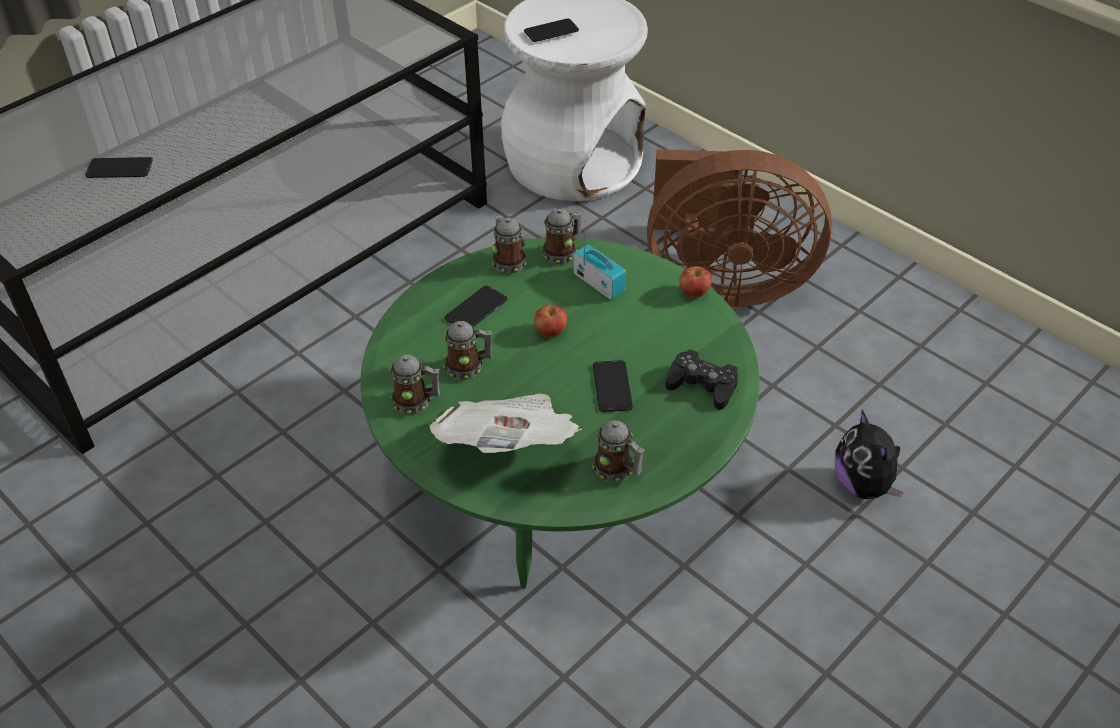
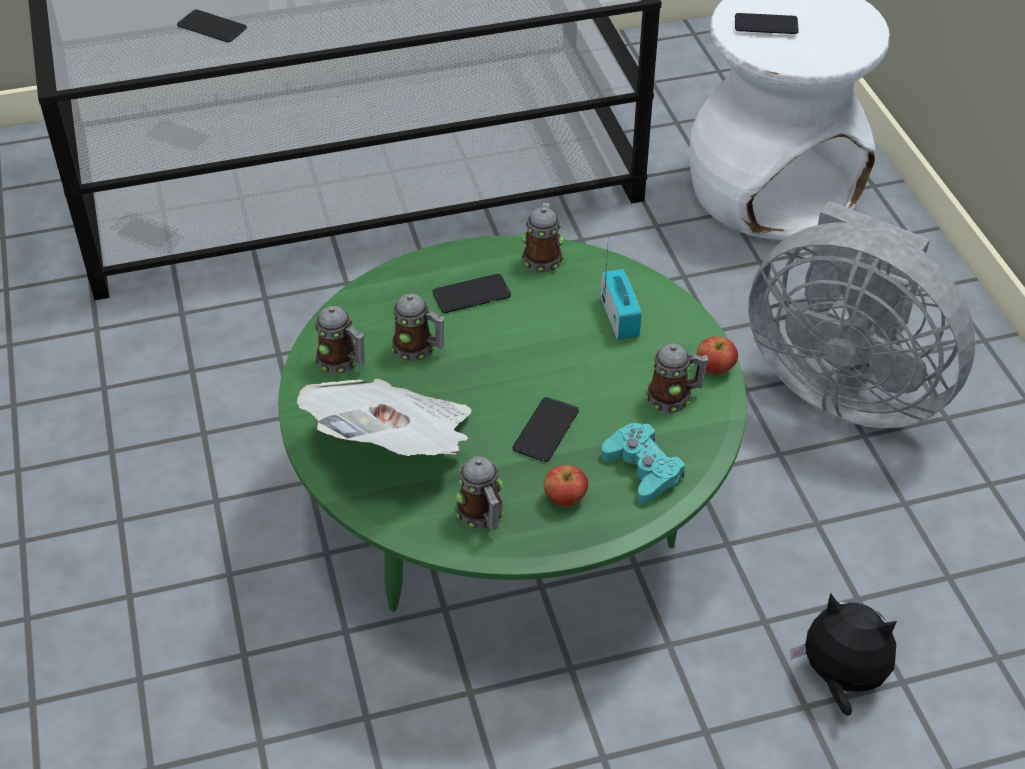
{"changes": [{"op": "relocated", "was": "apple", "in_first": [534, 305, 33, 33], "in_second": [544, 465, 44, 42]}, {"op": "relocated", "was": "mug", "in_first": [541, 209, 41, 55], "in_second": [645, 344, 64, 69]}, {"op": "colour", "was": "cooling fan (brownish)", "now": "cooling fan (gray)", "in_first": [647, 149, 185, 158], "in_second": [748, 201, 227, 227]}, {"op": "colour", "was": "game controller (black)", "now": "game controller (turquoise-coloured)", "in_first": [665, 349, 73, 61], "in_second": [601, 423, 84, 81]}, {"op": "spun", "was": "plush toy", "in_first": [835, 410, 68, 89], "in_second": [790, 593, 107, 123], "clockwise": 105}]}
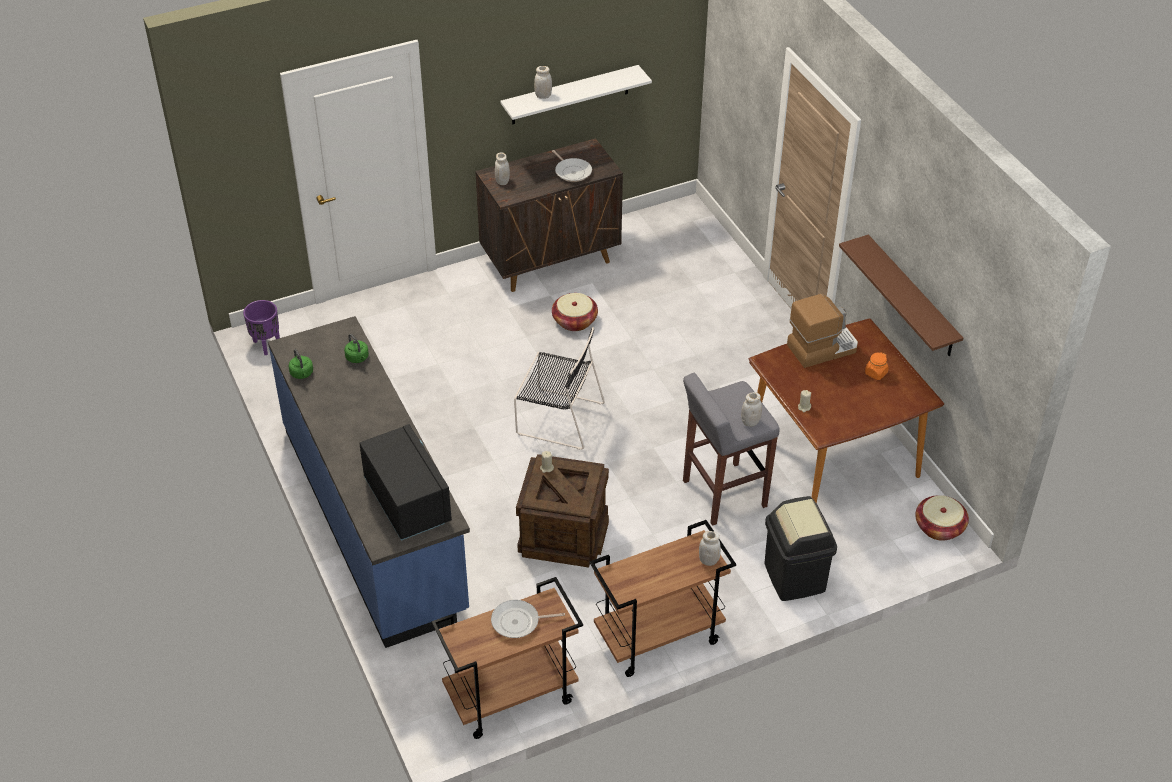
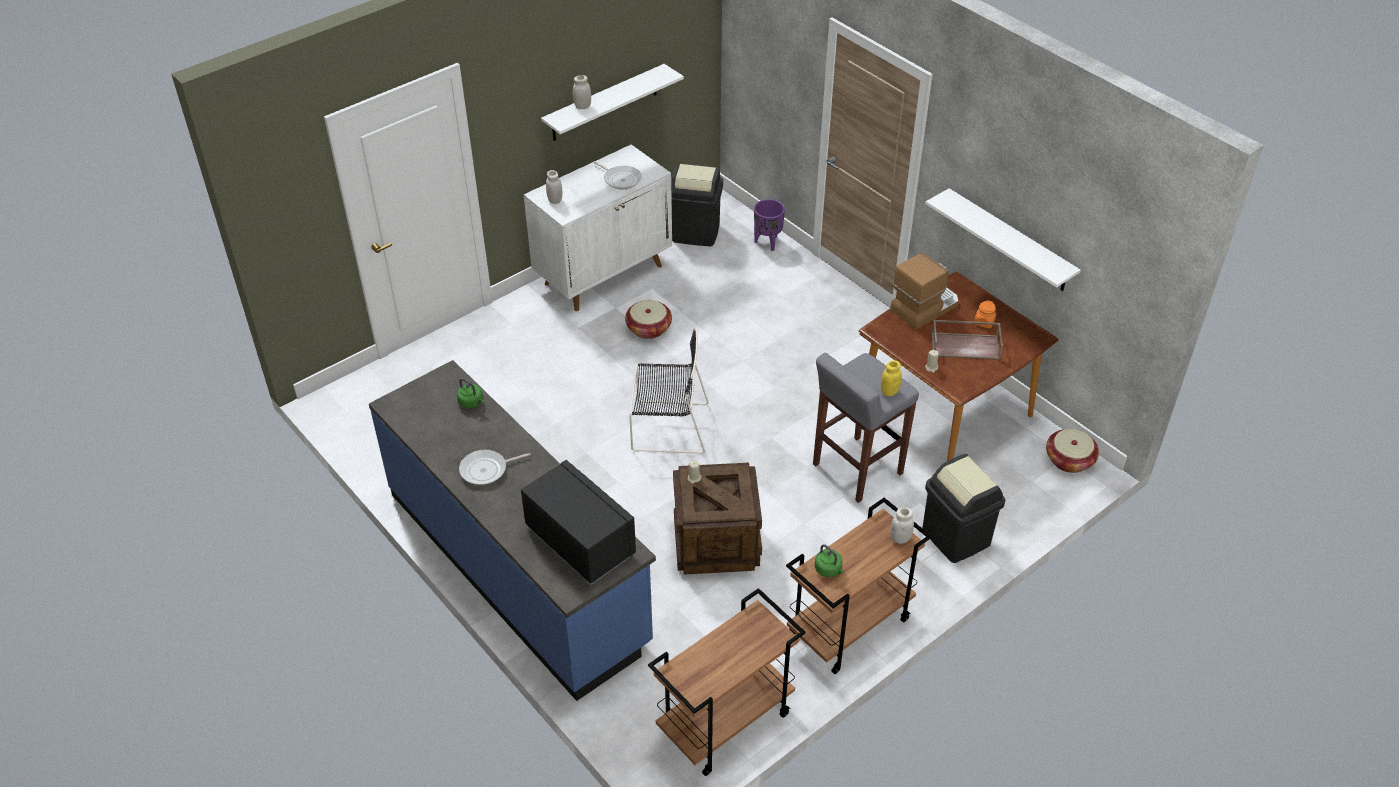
{"changes": [{"op": "appeared", "now": "rubbish bin (black)", "in_second": [671, 164, 52, 82]}, {"op": "appeared", "now": "tray (brownish)", "in_second": [931, 320, 72, 40]}, {"op": "relocated", "was": "flower pot (purple)", "in_first": [243, 300, 37, 55], "in_second": [754, 199, 31, 52]}, {"op": "relocated", "was": "tea kettle (green-coloured)", "in_first": [288, 349, 25, 30], "in_second": [815, 544, 29, 33]}, {"op": "relocated", "was": "frying pan", "in_first": [491, 600, 74, 38], "in_second": [459, 450, 72, 35]}, {"op": "colour", "was": "cabinet (brownish)", "now": "cabinet (white)", "in_first": [475, 138, 148, 154], "in_second": [524, 144, 148, 167]}, {"op": "colour", "was": "jar (white)", "now": "jar (yellowish)", "in_first": [741, 392, 21, 35], "in_second": [881, 360, 21, 36]}, {"op": "colour", "was": "wall shelf (brownish)", "now": "wall shelf (white)", "in_first": [839, 235, 124, 121], "in_second": [926, 188, 155, 103]}]}
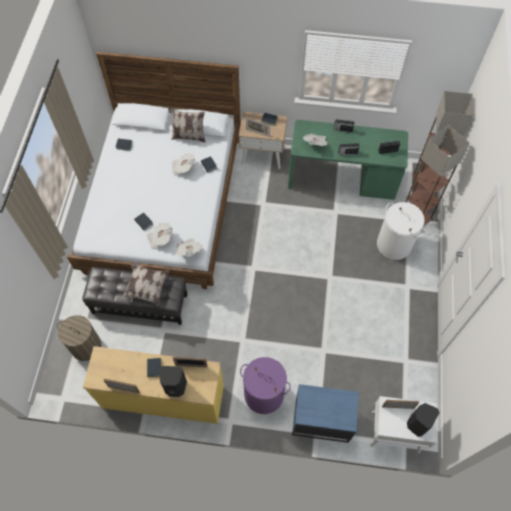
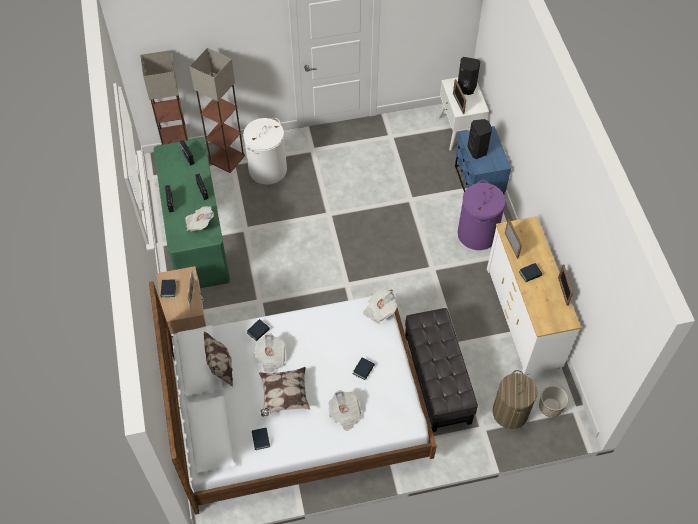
{"changes": [{"op": "appeared", "now": "flower pot", "in_second": [539, 386, 29, 31]}, {"op": "relocated", "was": "throw pillow", "in_first": [122, 262, 47, 43], "in_second": [259, 367, 51, 50]}, {"op": "relocated", "was": "printed paper", "in_first": [147, 222, 26, 26], "in_second": [328, 390, 34, 41]}, {"op": "relocated", "was": "loudspeaker (black)", "in_first": [159, 366, 28, 31], "in_second": [467, 119, 25, 40]}, {"op": "colour", "was": "chest of drawers (yellowish)", "now": "chest of drawers (white)", "in_first": [83, 346, 141, 78], "in_second": [487, 216, 94, 159]}]}
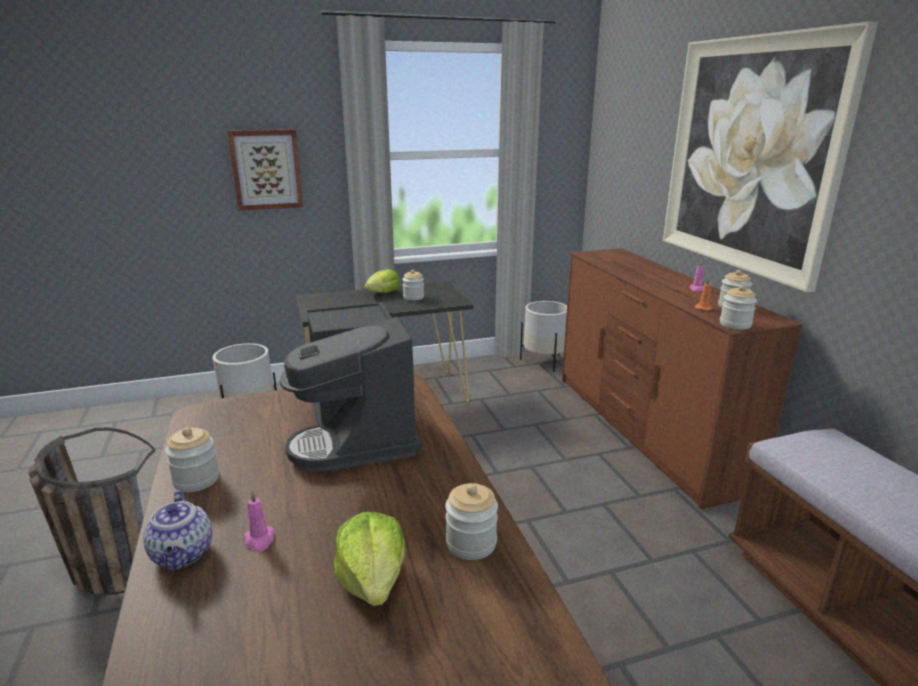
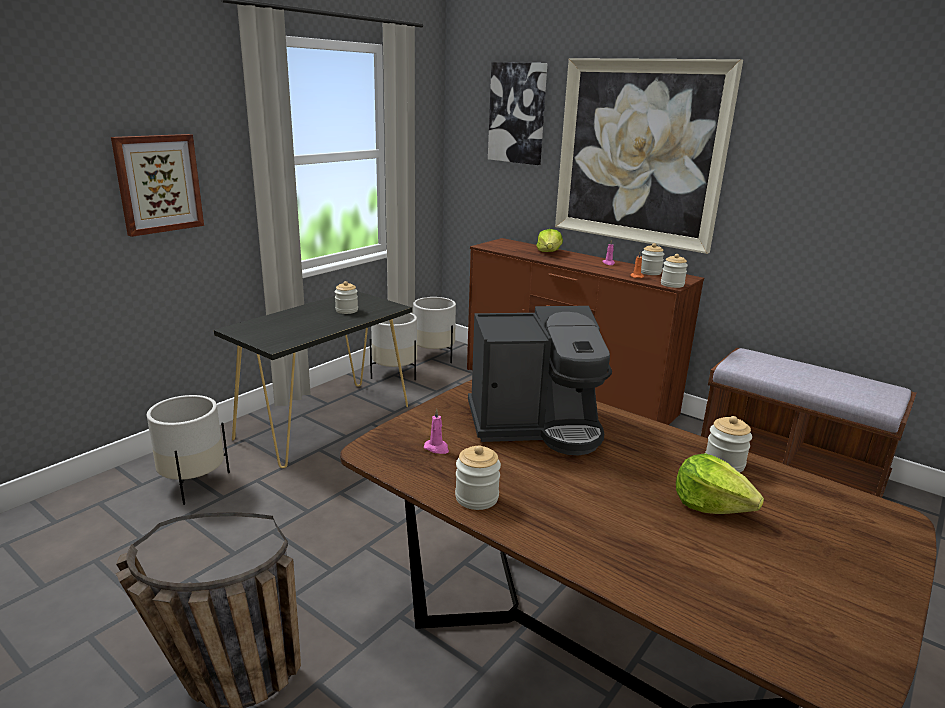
{"changes": [{"op": "missing", "was": "pot for tea", "in_first": [143, 490, 69, 80]}, {"op": "appeared", "now": "flower pot (white)", "in_second": [370, 313, 47, 68]}, {"op": "appeared", "now": "picture", "in_second": [488, 62, 60, 103]}, {"op": "relocated", "was": "wax candle (pink-coloured)", "in_first": [244, 491, 30, 61], "in_second": [424, 409, 25, 45]}, {"op": "relocated", "was": "lettuce head", "in_first": [365, 269, 35, 24], "in_second": [536, 229, 27, 23]}, {"op": "spun", "was": "coffee brewer", "in_first": [280, 302, 142, 170], "in_second": [468, 306, 144, 149], "clockwise": -45}]}
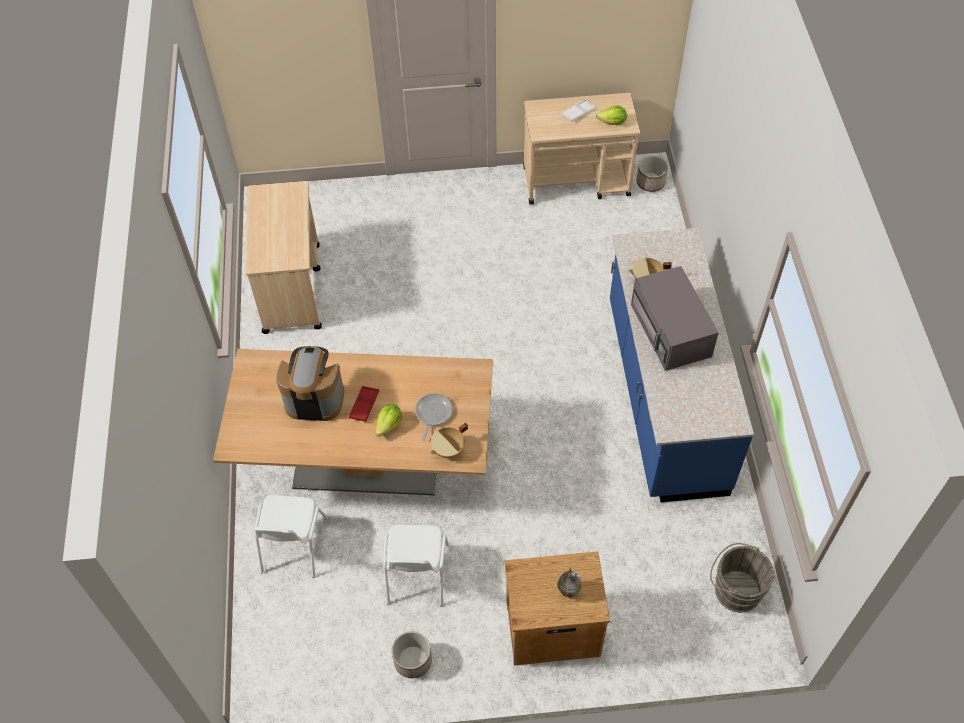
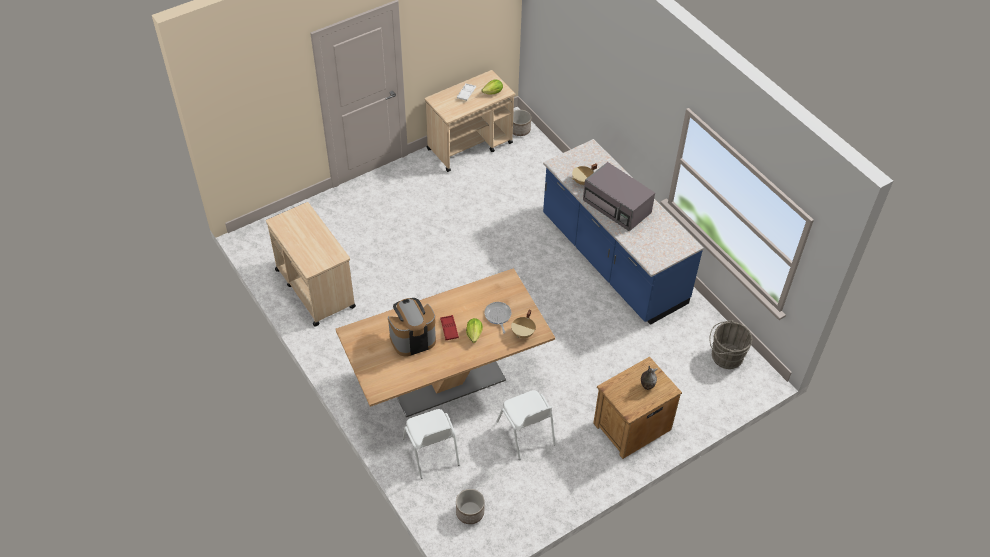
{"changes": [{"op": "relocated", "was": "flower pot", "in_first": [392, 631, 40, 47], "in_second": [456, 489, 29, 35]}]}
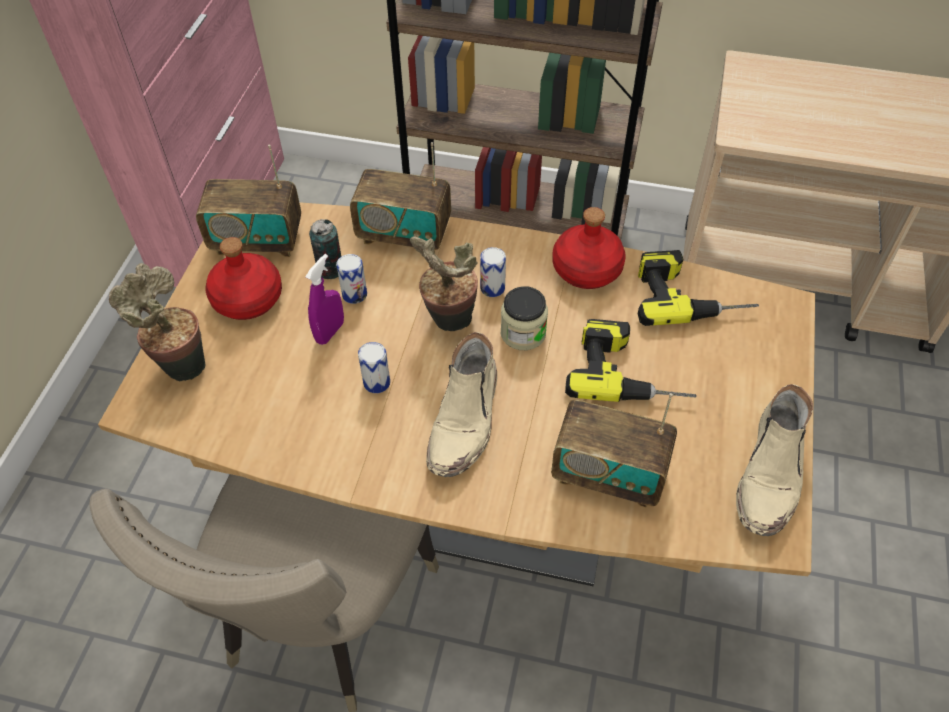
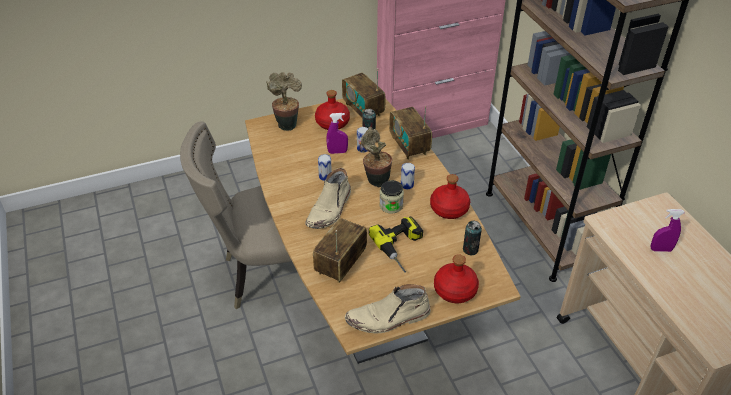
{"changes": [{"op": "appeared", "now": "bottle (reddish)", "in_second": [434, 254, 45, 49]}, {"op": "appeared", "now": "spray bottle (purple)", "in_second": [651, 209, 34, 43]}, {"op": "exchanged", "was": "power drill", "now": "sealed can", "in_first": [638, 250, 121, 76], "in_second": [463, 221, 19, 34]}, {"op": "spun", "was": "high-top boot (beige-coloured)", "in_first": [426, 332, 71, 145], "in_second": [305, 168, 46, 61], "clockwise": -45}, {"op": "spun", "was": "radio receiver", "in_first": [551, 393, 126, 114], "in_second": [313, 218, 54, 65], "clockwise": 45}]}
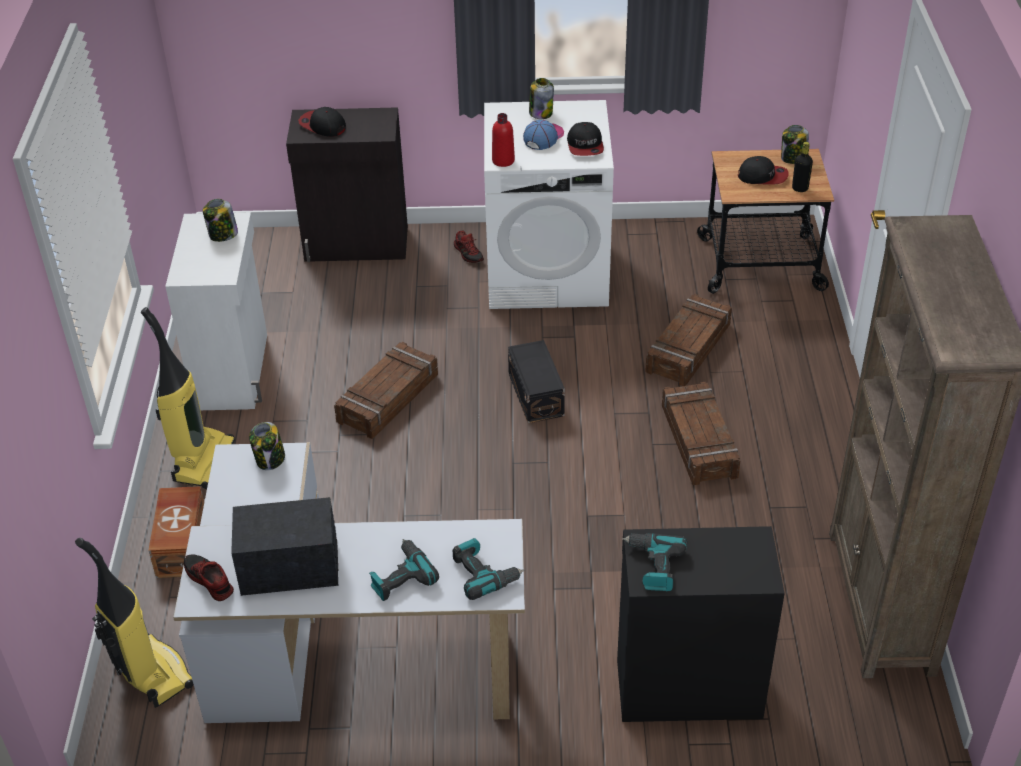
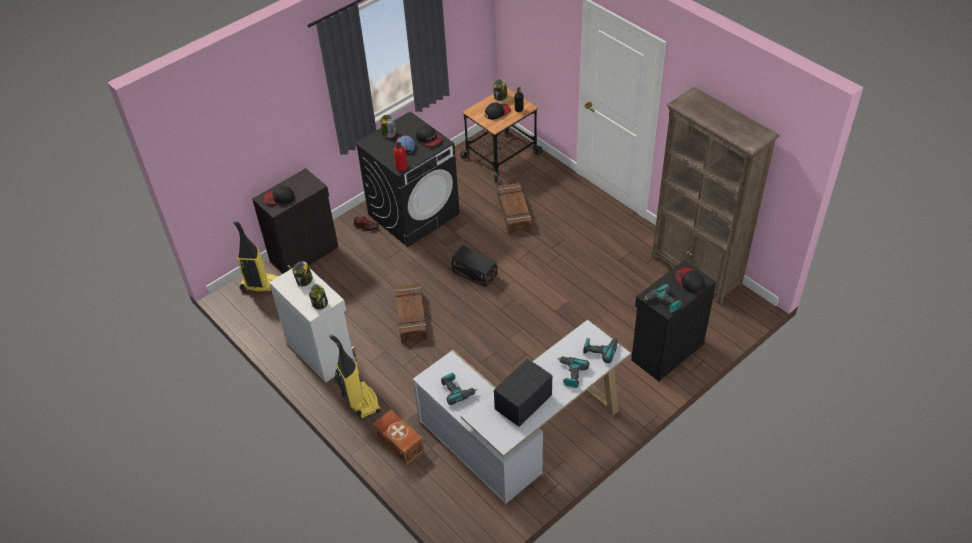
{"changes": [{"op": "missing", "was": "low shoe", "in_first": [184, 555, 50, 46]}, {"op": "missing", "was": "packing crate", "in_first": [662, 382, 78, 103]}, {"op": "appeared", "now": "power drill", "in_second": [441, 373, 36, 32]}, {"op": "appeared", "now": "peaked cap", "in_second": [675, 268, 30, 26]}, {"op": "relocated", "was": "vacuum", "in_first": [75, 538, 119, 170], "in_second": [234, 221, 45, 71]}, {"op": "relocated", "was": "jar", "in_first": [249, 422, 36, 48], "in_second": [309, 284, 19, 26]}, {"op": "colour", "was": "washing machine (white)", "now": "washing machine (black)", "in_first": [484, 100, 130, 209], "in_second": [355, 112, 105, 135]}]}
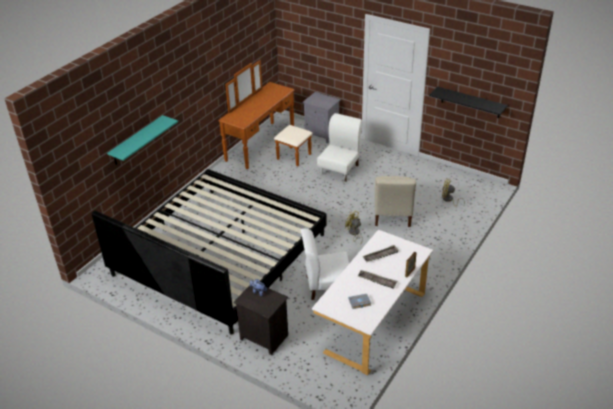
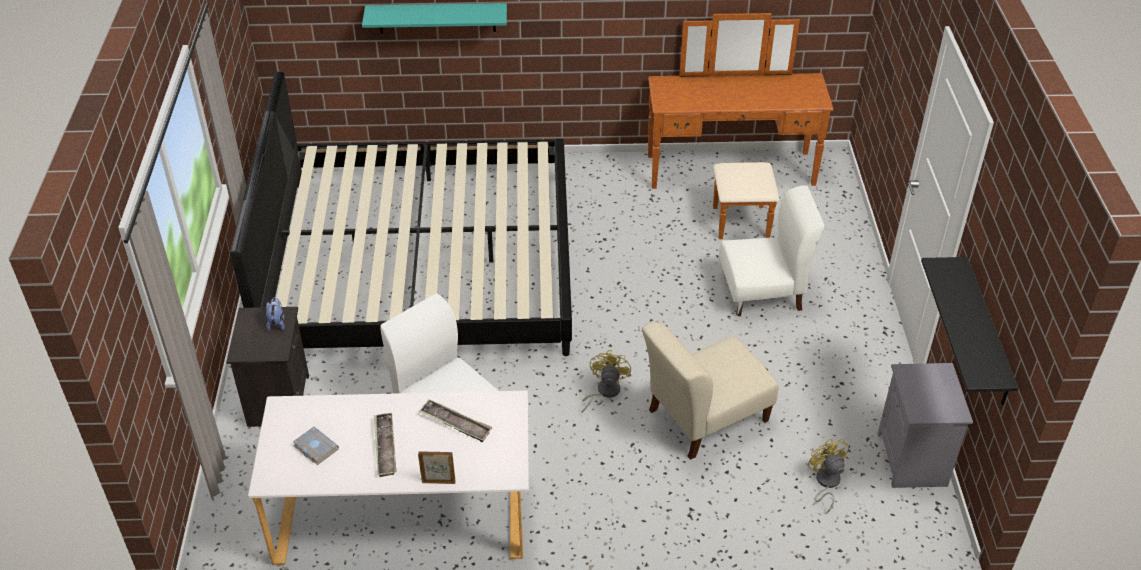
{"changes": [{"op": "relocated", "was": "bedside table (gray)", "in_first": [302, 92, 39, 51], "in_second": [878, 363, 95, 125]}]}
